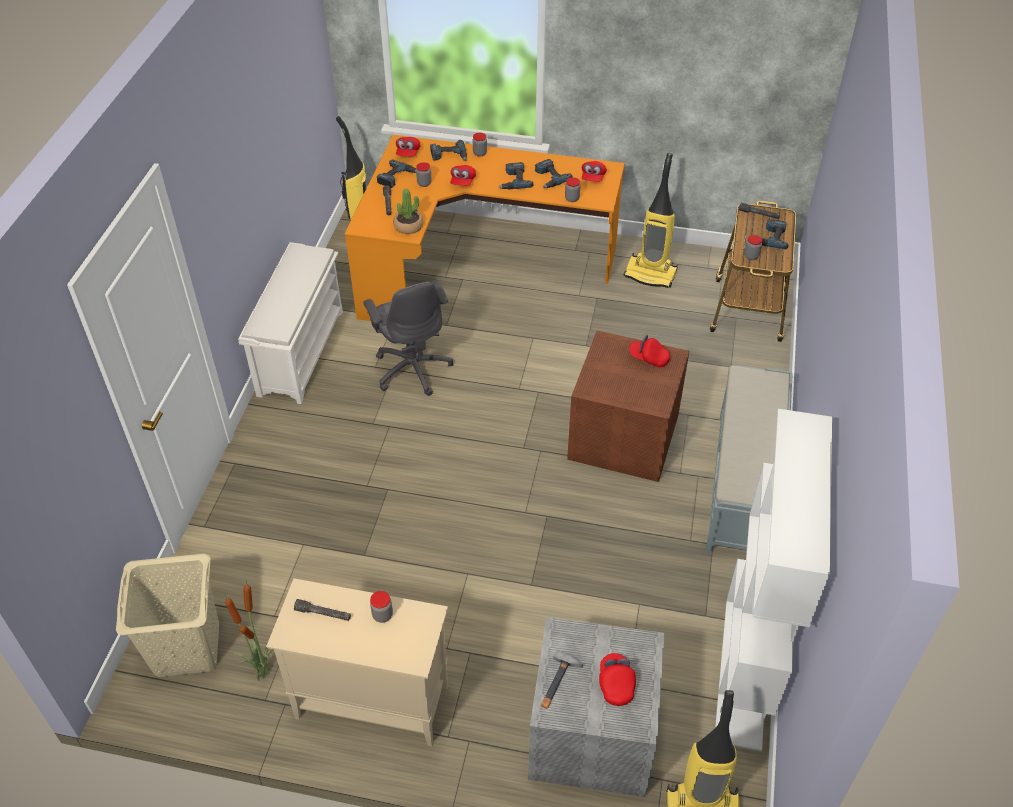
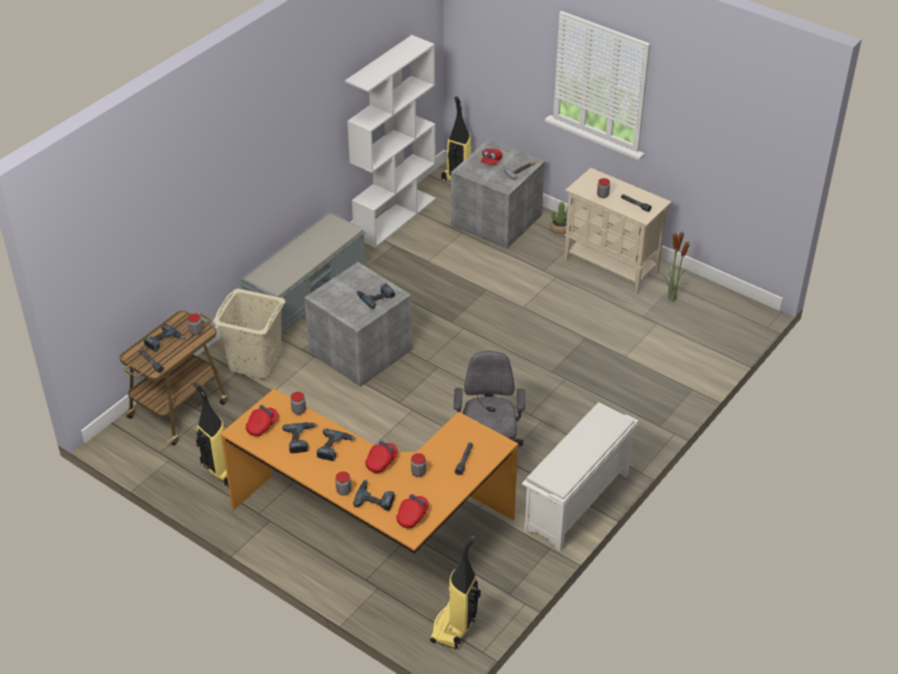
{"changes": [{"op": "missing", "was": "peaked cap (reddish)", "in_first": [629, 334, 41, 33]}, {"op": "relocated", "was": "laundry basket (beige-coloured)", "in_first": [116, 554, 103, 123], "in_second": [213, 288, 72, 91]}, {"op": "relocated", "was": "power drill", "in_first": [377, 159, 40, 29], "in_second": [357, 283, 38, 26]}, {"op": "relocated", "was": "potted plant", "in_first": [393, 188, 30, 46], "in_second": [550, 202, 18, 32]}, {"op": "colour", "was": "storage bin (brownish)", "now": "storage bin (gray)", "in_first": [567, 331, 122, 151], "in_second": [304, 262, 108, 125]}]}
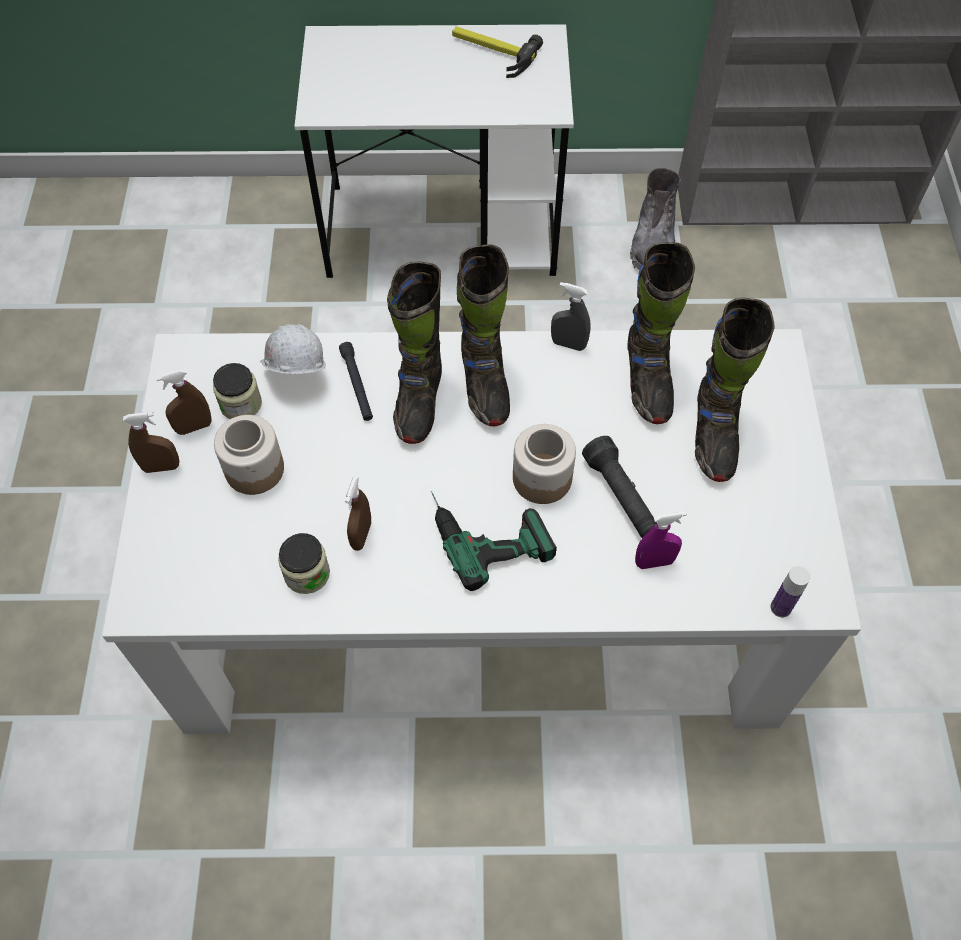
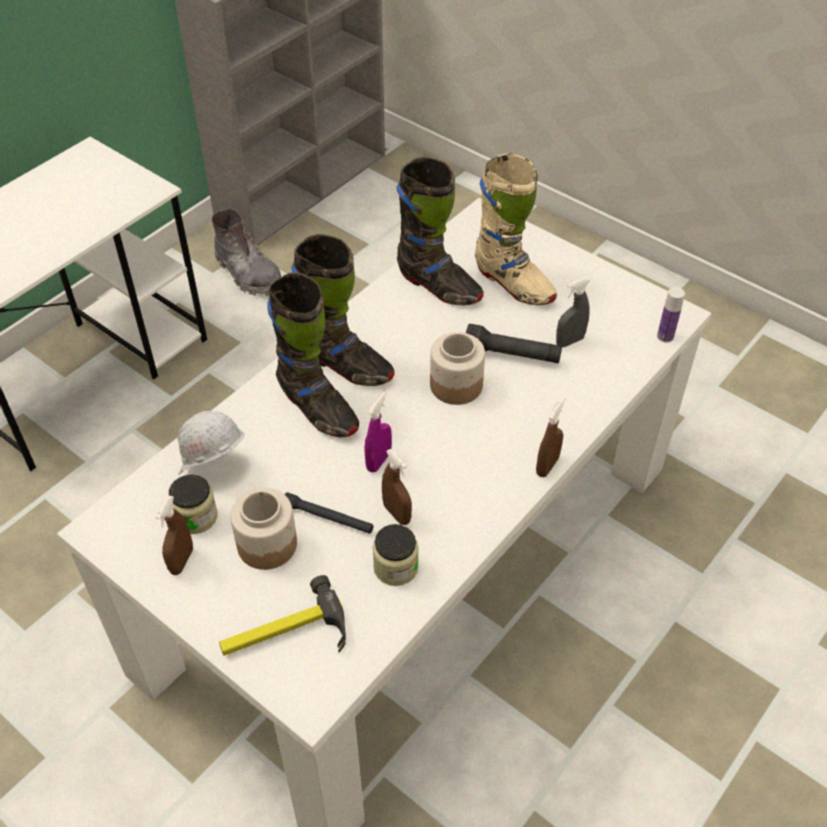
{"changes": [{"op": "missing", "was": "power drill", "in_first": [431, 491, 126, 100]}, {"op": "relocated", "was": "spray bottle (brownish)", "in_first": [123, 412, 56, 61], "in_second": [536, 397, 30, 80]}, {"op": "relocated", "was": "torch (black)", "in_first": [339, 342, 34, 79], "in_second": [284, 492, 89, 42]}, {"op": "relocated", "was": "hand hammer", "in_first": [452, 26, 91, 52], "in_second": [219, 575, 127, 81]}, {"op": "relocated", "was": "spray bottle (gray)", "in_first": [551, 282, 40, 69], "in_second": [556, 278, 34, 69]}, {"op": "relocated", "was": "spray bottle (purple)", "in_first": [635, 511, 52, 58], "in_second": [364, 392, 28, 80]}, {"op": "colour", "was": "high-top boot (black)", "now": "high-top boot (beige-coloured)", "in_first": [695, 297, 80, 185], "in_second": [475, 153, 82, 152]}]}
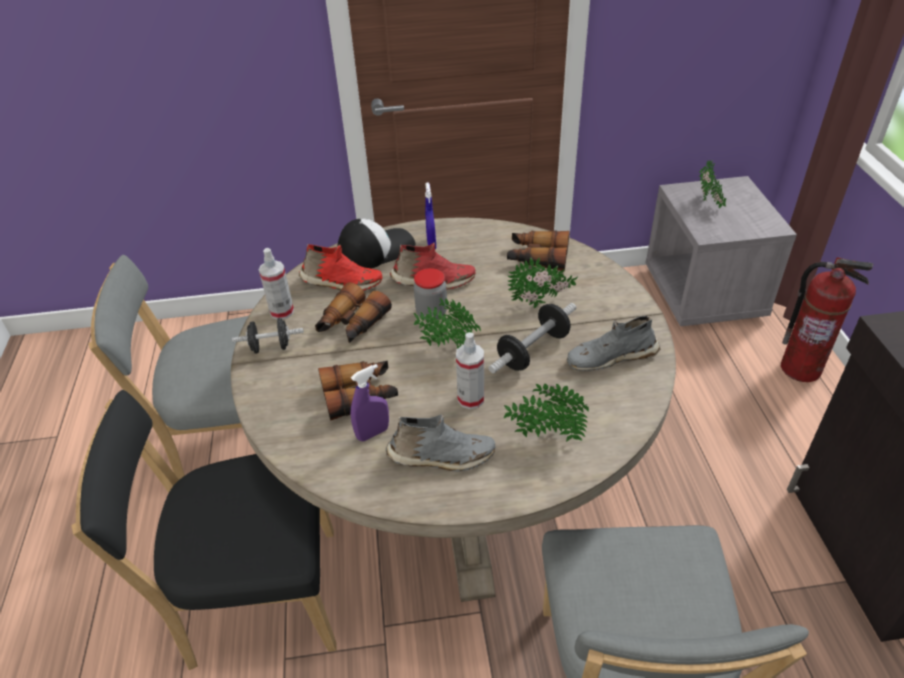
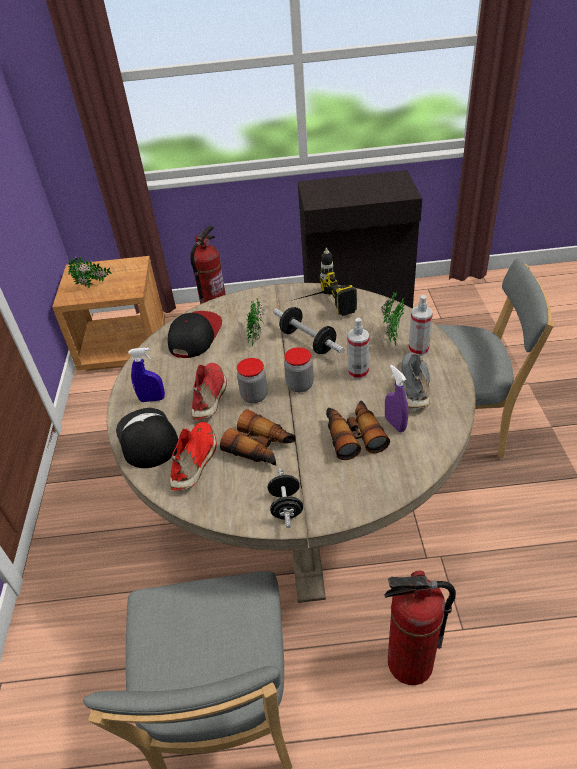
{"changes": [{"op": "relocated", "was": "spray bottle", "in_first": [259, 248, 35, 71], "in_second": [408, 295, 25, 61]}, {"op": "exchanged", "was": "upright chair (black)", "now": "fire extinguisher", "in_first": [72, 390, 265, 280], "in_second": [384, 571, 72, 114]}, {"op": "exchanged", "was": "potted plant", "now": "jar", "in_first": [413, 298, 68, 51], "in_second": [284, 347, 30, 45]}, {"op": "exchanged", "was": "binoculars", "now": "peaked cap", "in_first": [507, 230, 63, 42], "in_second": [168, 311, 54, 47]}, {"op": "exchanged", "was": "low shoe (gray)", "now": "power drill", "in_first": [567, 316, 93, 55], "in_second": [294, 248, 63, 68]}, {"op": "colour", "was": "bedside table (gray)", "now": "bedside table (brownish)", "in_first": [646, 176, 151, 150], "in_second": [52, 256, 113, 115]}]}
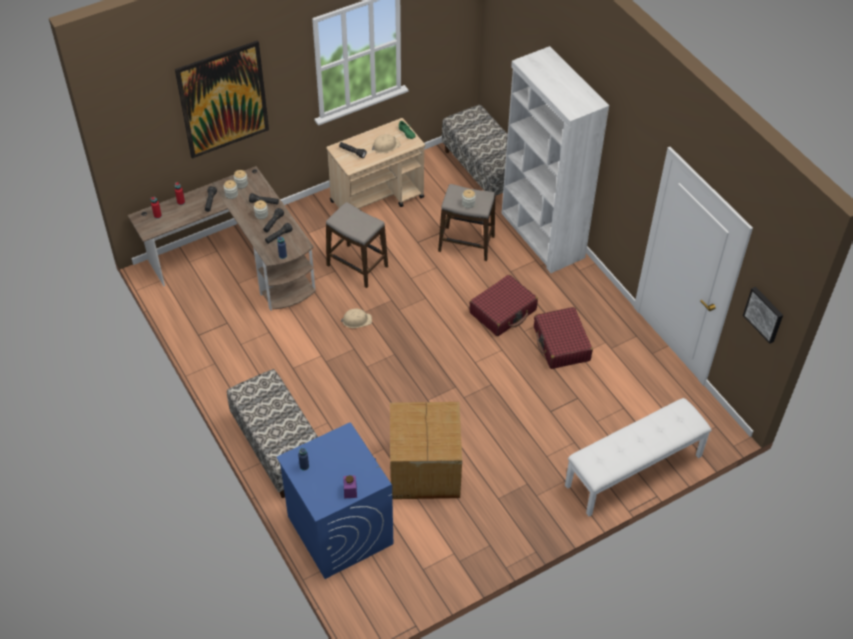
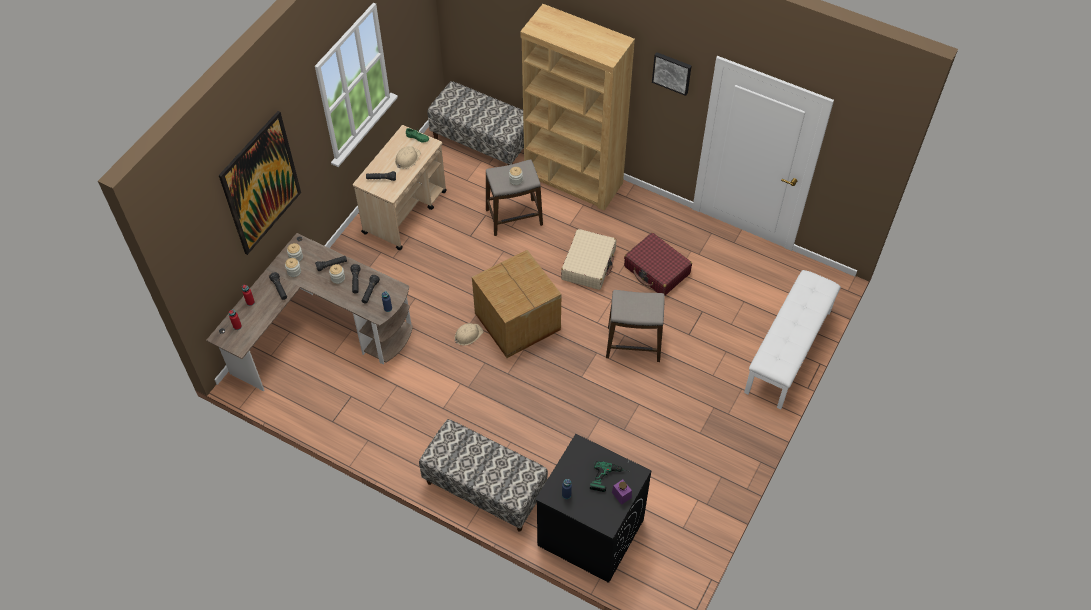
{"changes": [{"op": "appeared", "now": "power drill", "in_second": [590, 461, 37, 31]}, {"op": "relocated", "was": "sitting stool", "in_first": [326, 202, 62, 86], "in_second": [606, 290, 59, 72]}, {"op": "relocated", "was": "carton", "in_first": [390, 402, 72, 97], "in_second": [472, 250, 90, 108]}, {"op": "relocated", "was": "picture", "in_first": [743, 287, 40, 56], "in_second": [652, 52, 39, 44]}, {"op": "colour", "was": "washing machine (blue-coloured)", "now": "washing machine (black)", "in_first": [277, 422, 116, 157], "in_second": [535, 434, 116, 149]}, {"op": "colour", "was": "suitcase (reddish)", "now": "suitcase (beige-coloured)", "in_first": [469, 275, 69, 61], "in_second": [561, 229, 55, 61]}, {"op": "colour", "was": "bookshelf (white)", "now": "bookshelf (brownish)", "in_first": [501, 46, 108, 227], "in_second": [521, 4, 114, 207]}]}
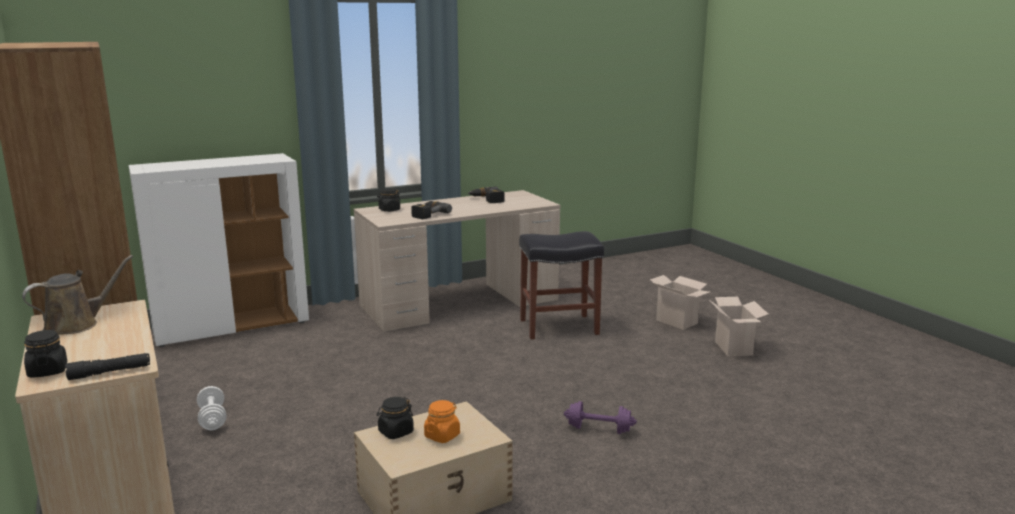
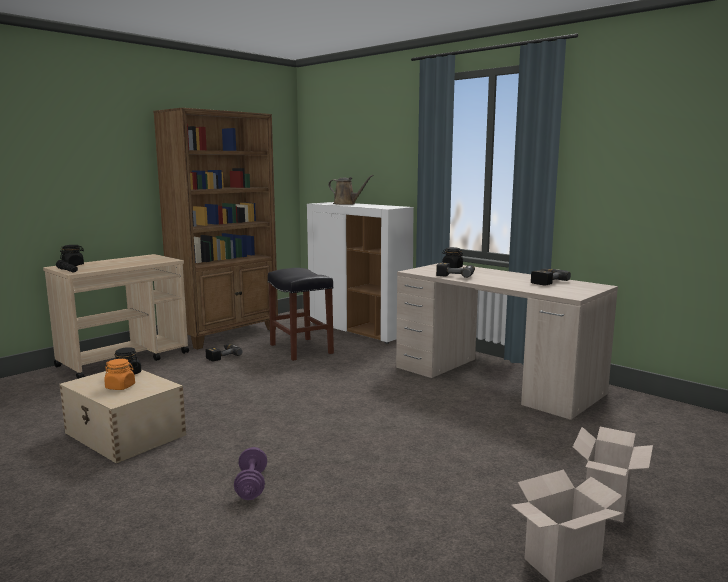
{"changes": [{"op": "relocated", "was": "watering can (brownish)", "in_first": [22, 255, 111, 80], "in_second": [328, 175, 46, 30]}, {"op": "relocated", "was": "sitting stool (black)", "in_first": [519, 231, 85, 109], "in_second": [268, 268, 66, 93]}, {"op": "exchanged", "was": "hand weight (white)", "now": "power drill", "in_first": [197, 386, 30, 44], "in_second": [206, 344, 37, 18]}]}
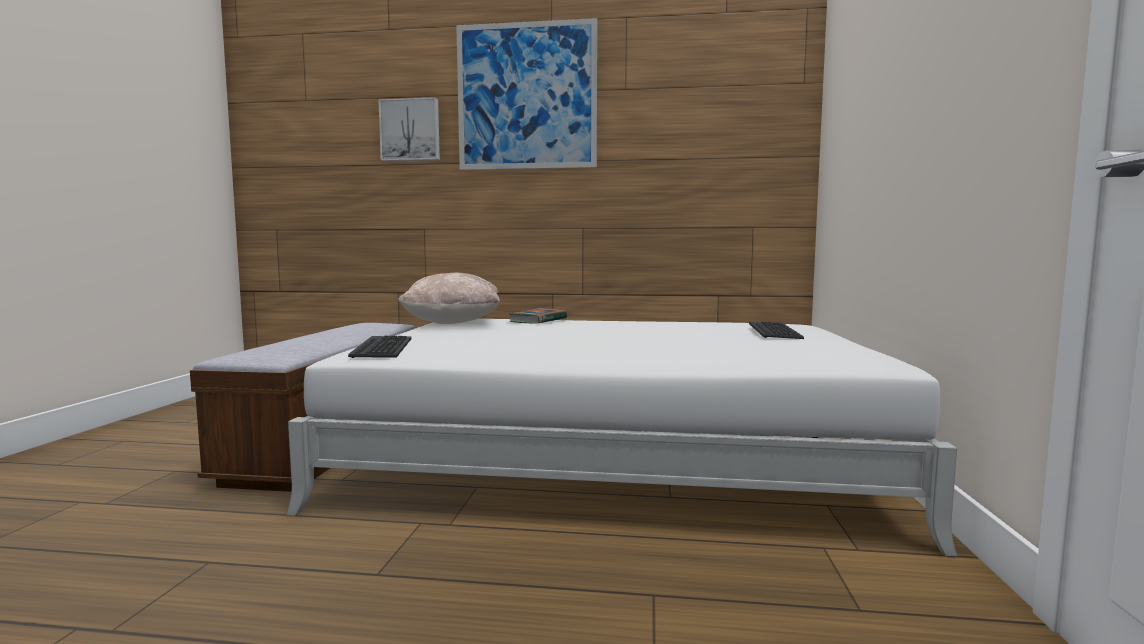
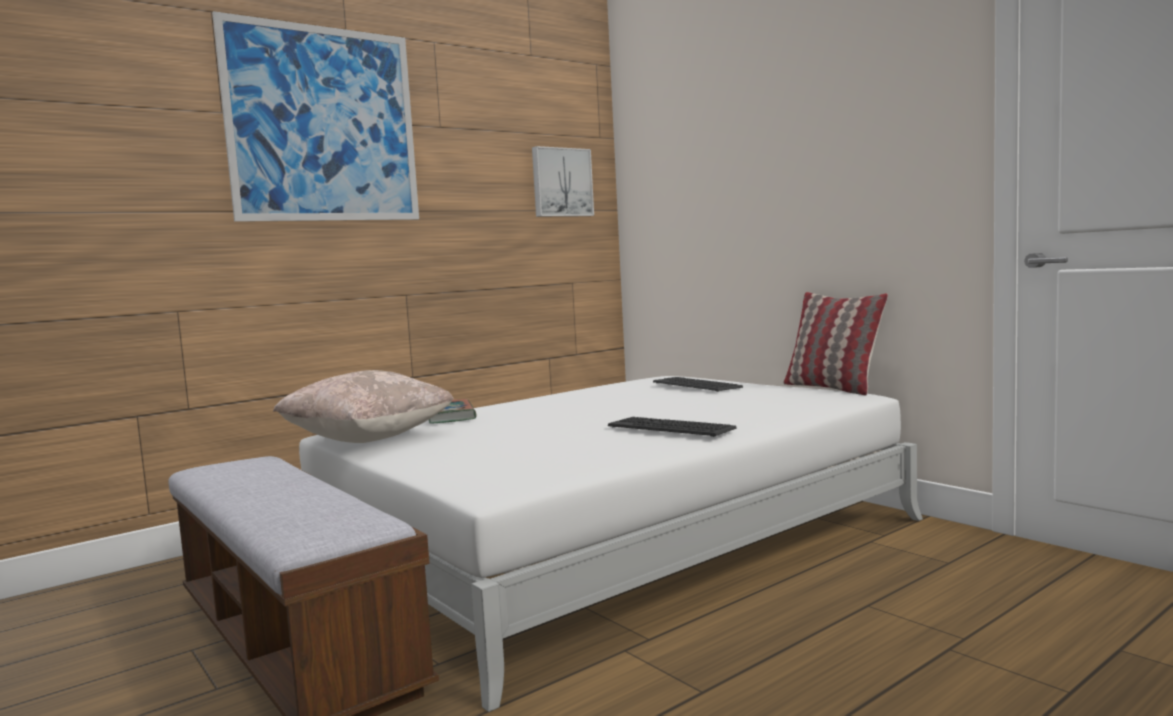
{"changes": [{"op": "appeared", "now": "throw pillow", "in_second": [783, 292, 105, 104]}, {"op": "relocated", "was": "keyboard", "in_first": [348, 336, 64, 22], "in_second": [608, 417, 129, 20]}, {"op": "relocated", "was": "picture", "in_first": [378, 97, 62, 64], "in_second": [532, 146, 62, 71]}]}
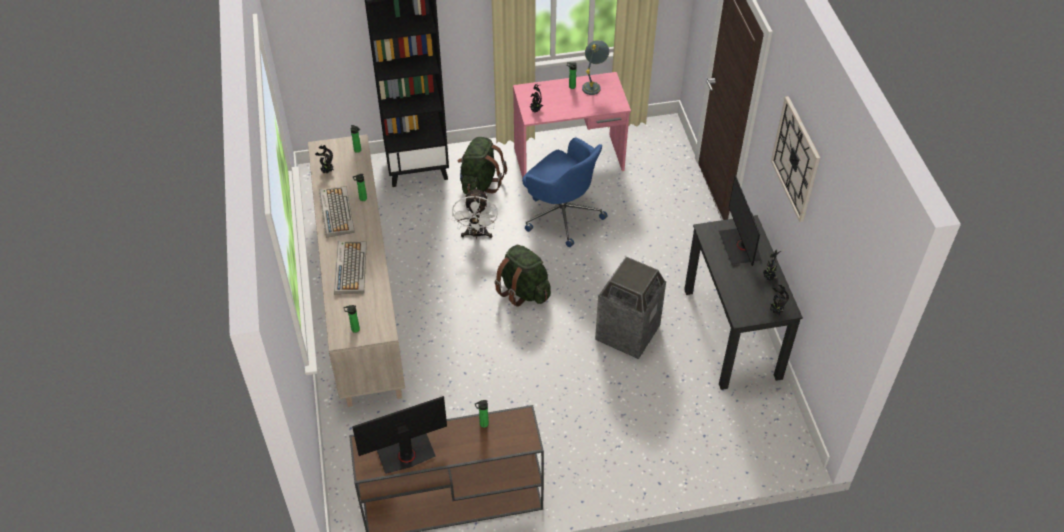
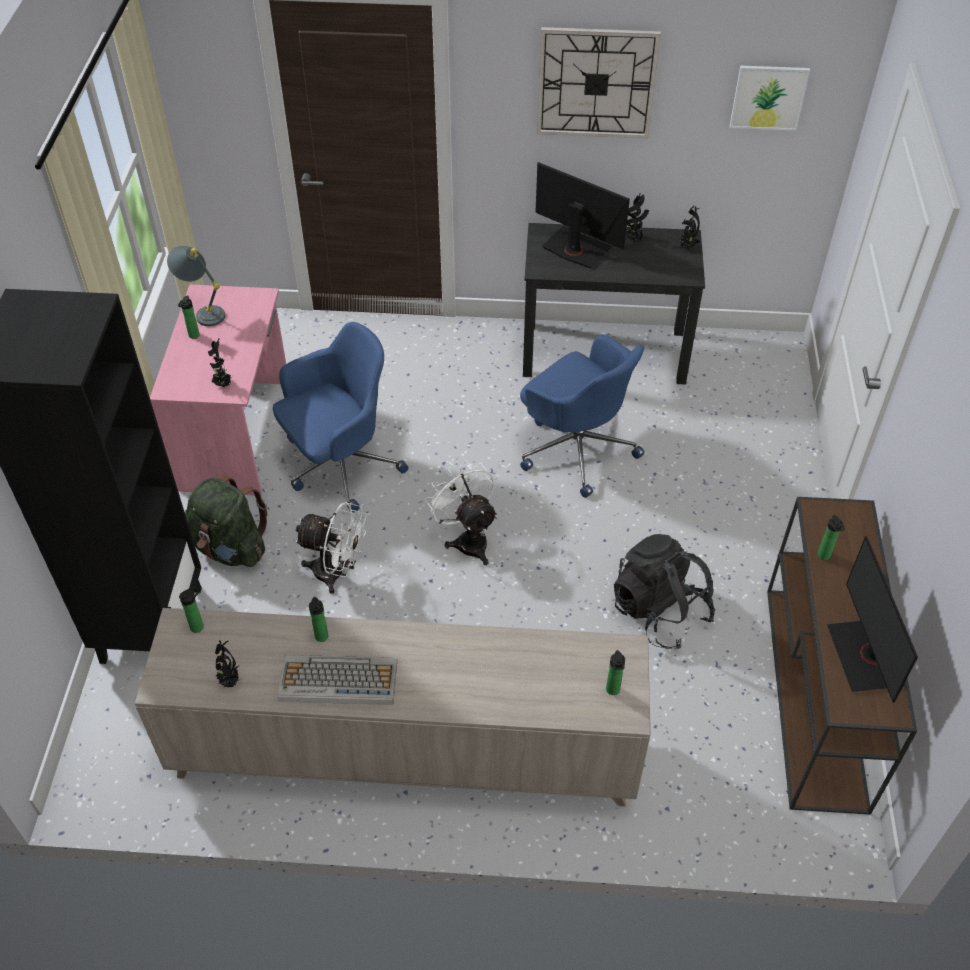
{"changes": [{"op": "missing", "was": "keyboard", "in_first": [334, 241, 33, 53]}, {"op": "appeared", "now": "backpack (black)", "in_second": [614, 534, 101, 115]}, {"op": "appeared", "now": "picture", "in_second": [730, 66, 80, 65]}, {"op": "exchanged", "was": "backpack (green-coloured)", "now": "cooling fan (white)", "in_first": [494, 245, 57, 62], "in_second": [425, 461, 72, 104]}, {"op": "exchanged", "was": "rubbish bin", "now": "desk chair (blue-coloured)", "in_first": [595, 257, 71, 102], "in_second": [520, 334, 124, 164]}, {"op": "spun", "was": "monitor", "in_first": [719, 176, 42, 90], "in_second": [535, 162, 95, 106], "clockwise": -150}]}
